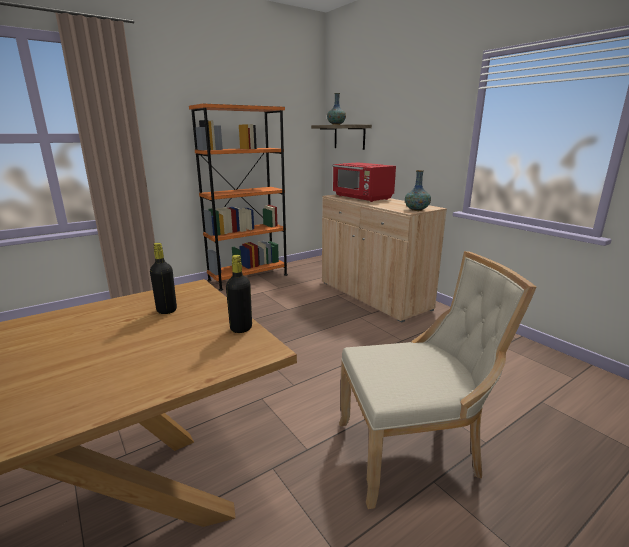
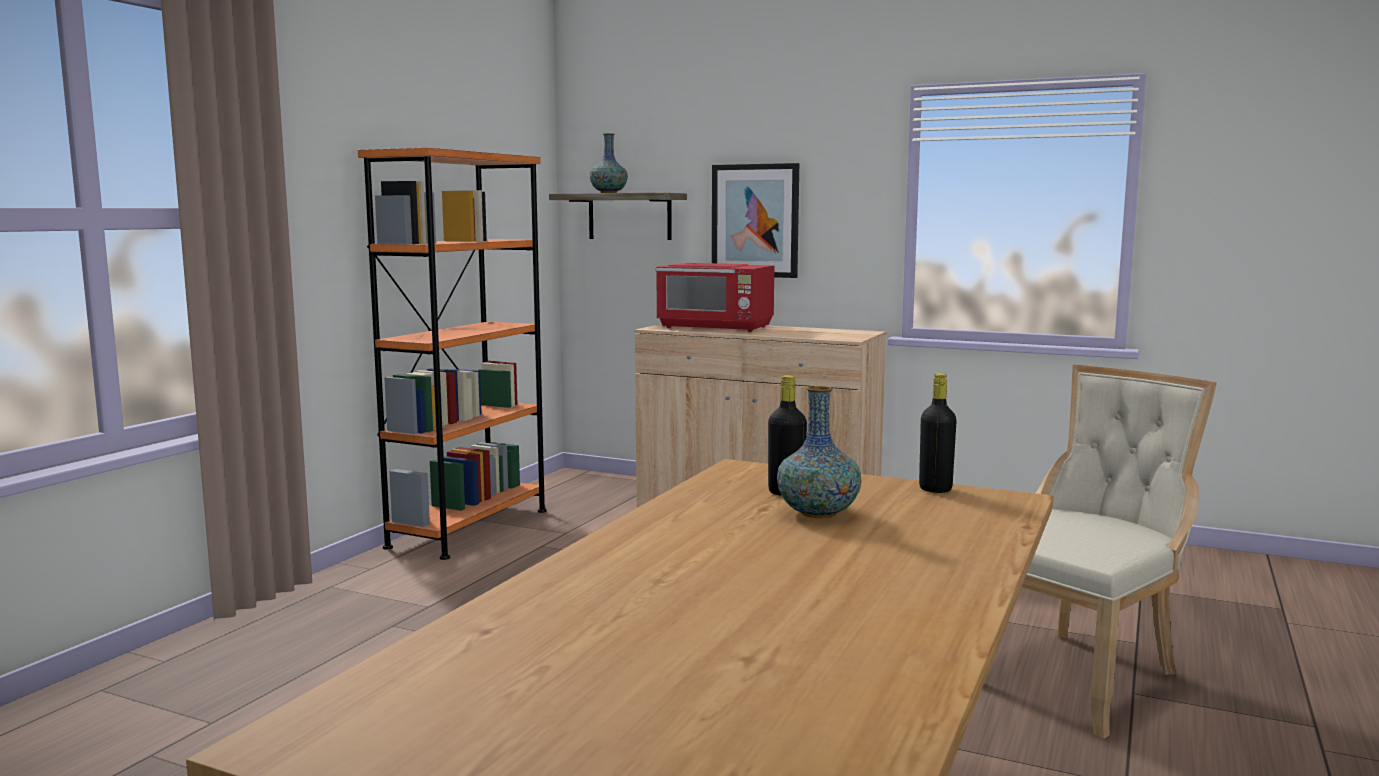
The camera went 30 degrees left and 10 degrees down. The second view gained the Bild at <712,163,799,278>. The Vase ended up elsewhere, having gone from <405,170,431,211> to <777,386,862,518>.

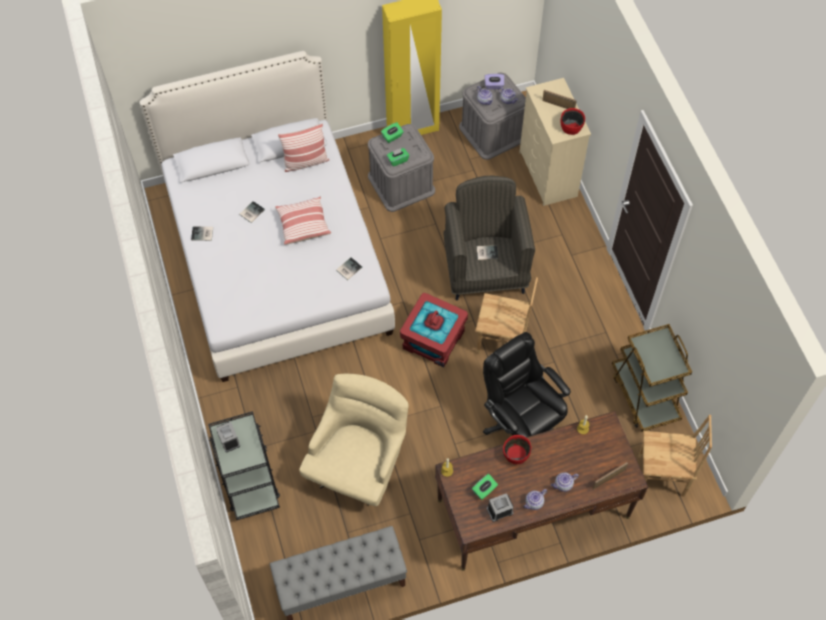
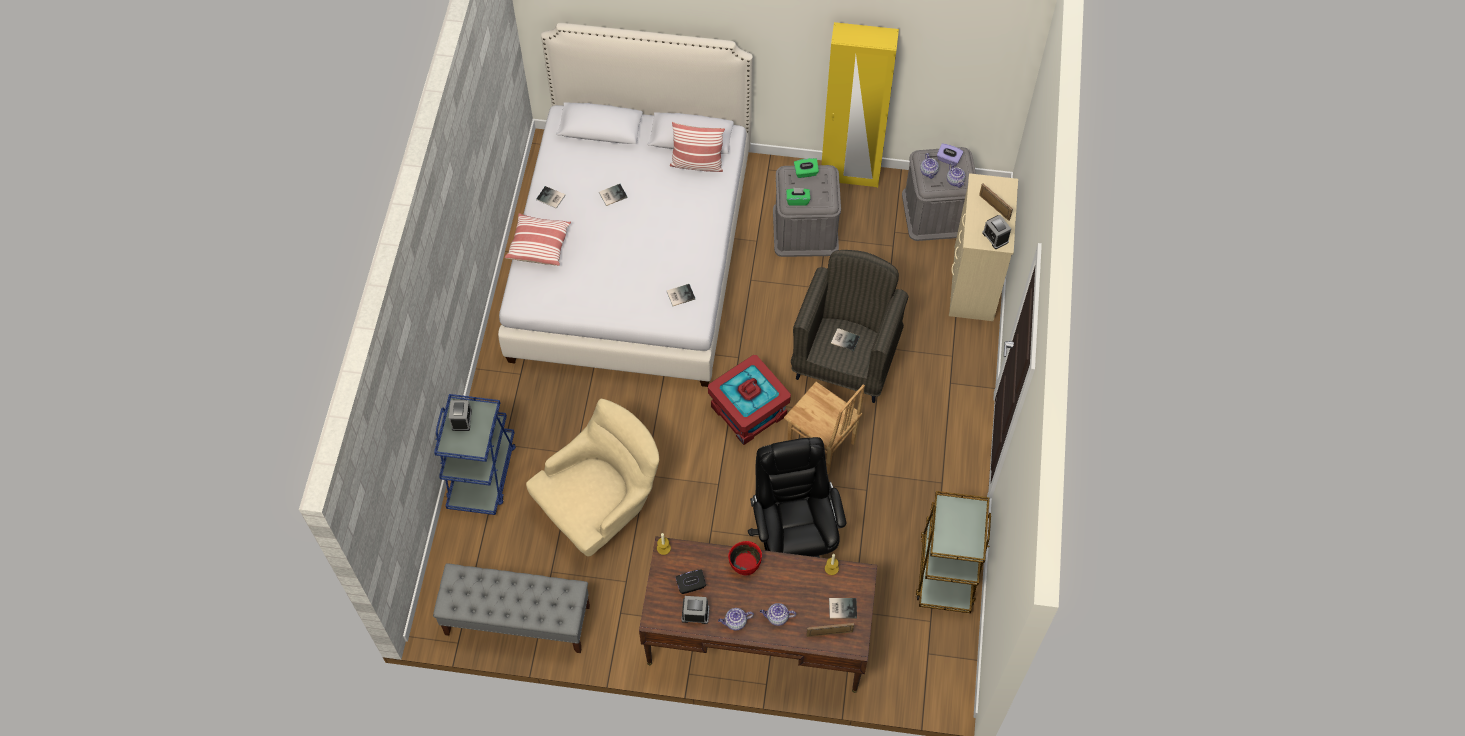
The camera went 25 degrees right and 0 degrees up. The second view lost the Stuhl [braun] at <639,415,712,497>. The second view gained the Buch at <829,598,857,618>. The Kissen ended up elsewhere, having gone from <275,197,331,245> to <505,213,571,266>. Where the Schüssel [rot] stood at <560,108,585,135>, the Wecker came to stand at <982,215,1011,249>. What was the Rollwagen [schwarz] at <208,411,280,520> turned into the Rollwagen [blau] at <434,394,516,515>. What was the Taschentuchbox [grün] at <472,474,498,500> turned into the Taschentuchbox [schwarz] at <676,570,706,594>.

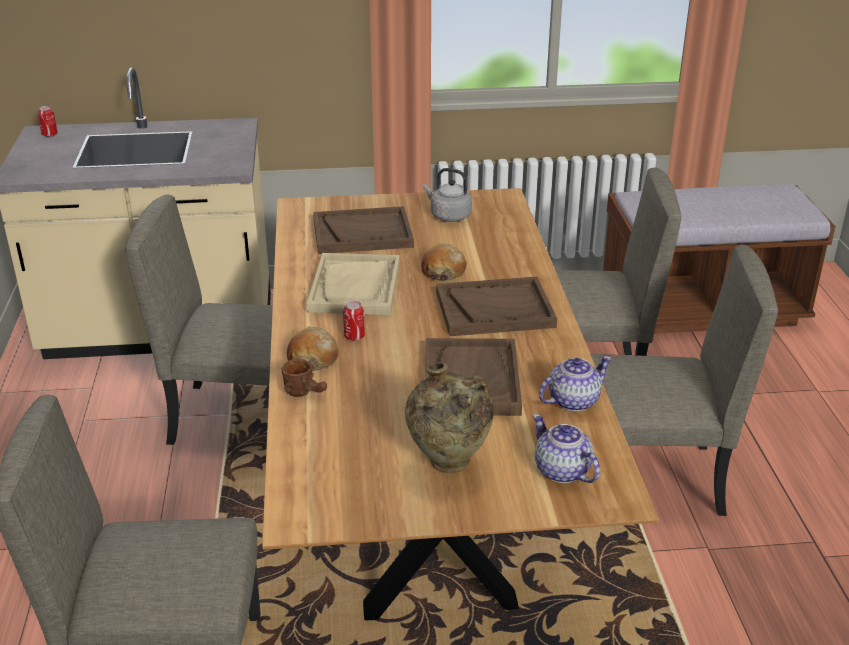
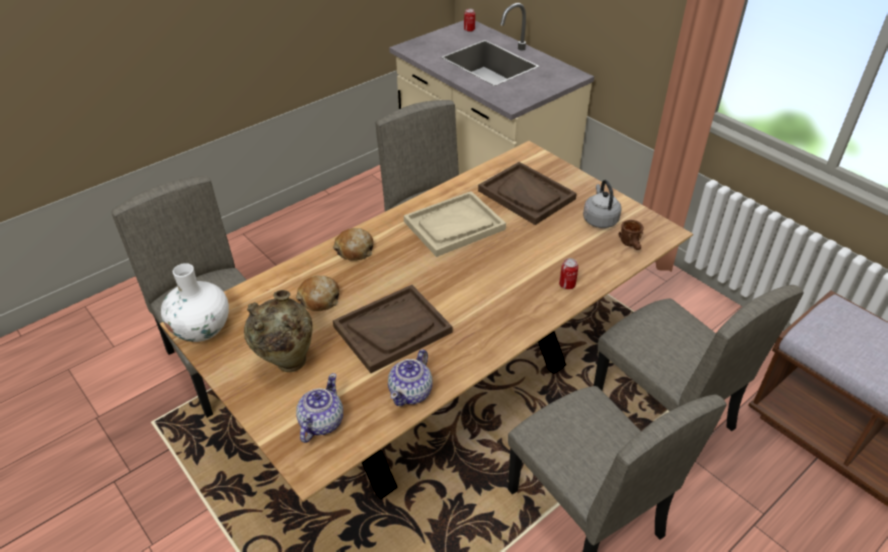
The camera went 55 degrees right and 10 degrees up. The second view lost the Tablett [braun] at <436,277,557,336>. The second view gained the Vase [weiß] at <161,263,229,342>. The Henkelbecher [braun] ended up elsewhere, having gone from <282,359,327,397> to <619,220,644,250>. The Dose ended up elsewhere, having gone from <343,301,365,341> to <559,258,578,289>. The Brot ended up elsewhere, having gone from <421,243,467,281> to <296,276,339,311>. The Teekanne at <539,356,612,411> ended up facing another way, 90 degrees clockwise from before.

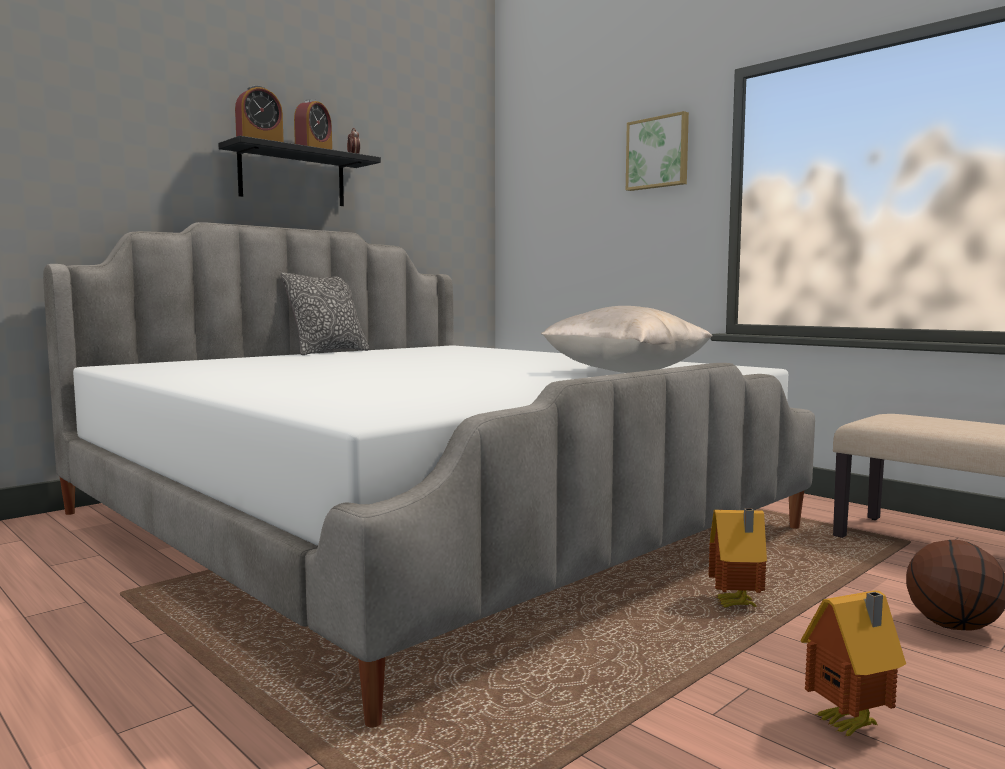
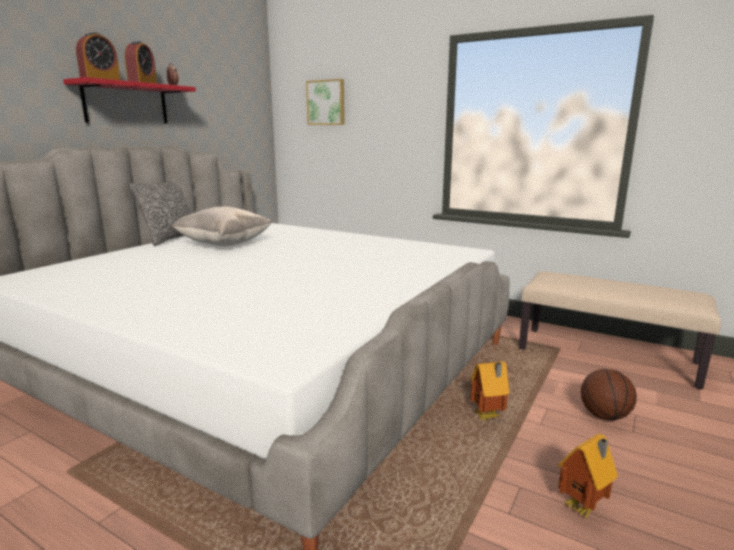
The camera went 15 degrees left and 10 degrees up. The Kissen [beige] ended up elsewhere, having gone from <541,306,712,373> to <171,207,272,246>. The Bild ended up elsewhere, having gone from <626,111,689,191> to <306,79,345,125>. What was the Wandregal [schwarz] at <218,136,381,206> turned into the Wandregal [rot] at <63,77,196,124>.

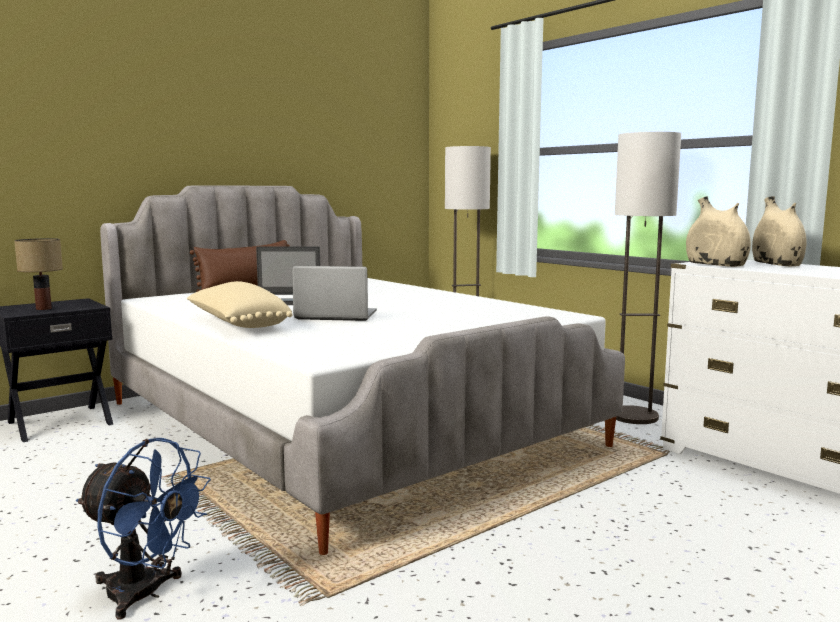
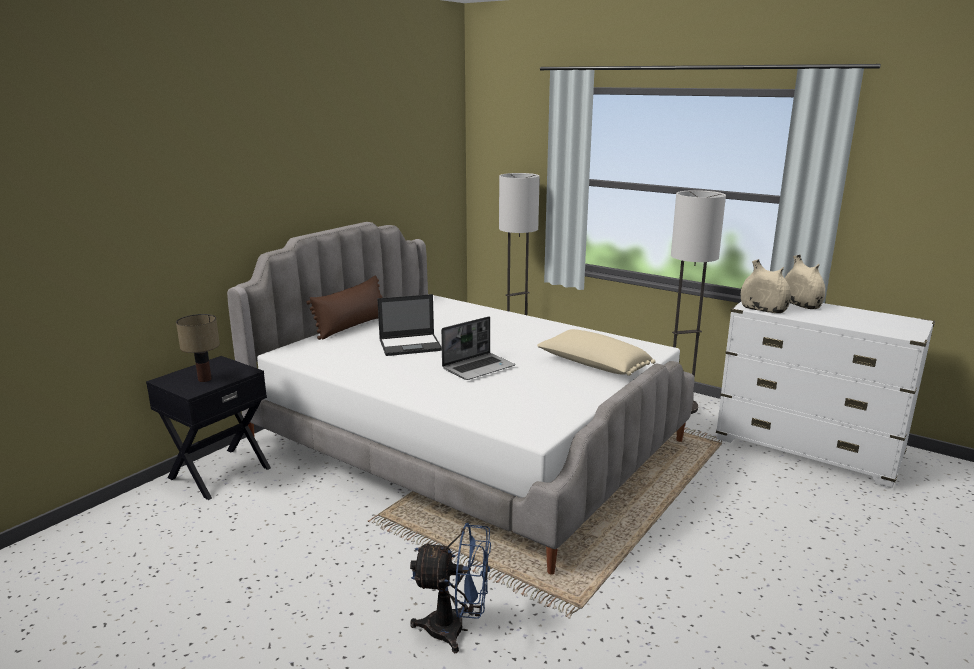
The camera went 15 degrees left and 10 degrees up. The Kissen [beige] ended up elsewhere, having gone from <187,281,293,328> to <537,329,656,376>. The Laptop at <292,266,377,321> ended up facing another way, 150 degrees clockwise from before.

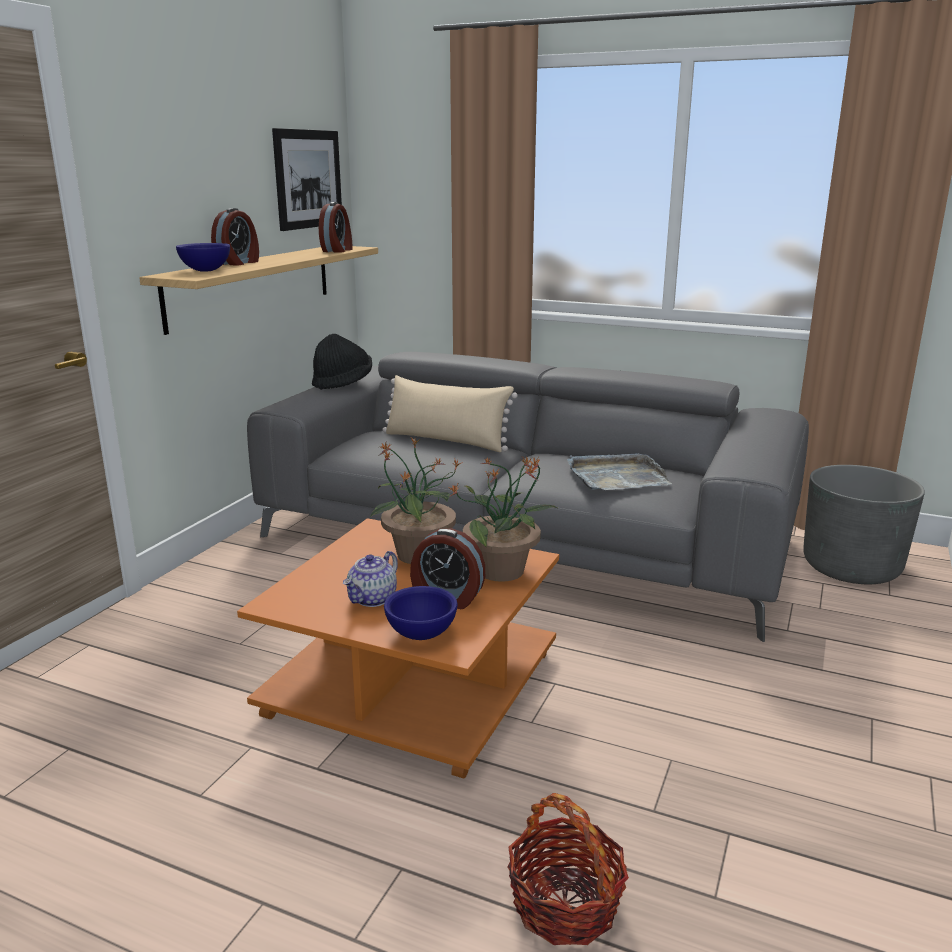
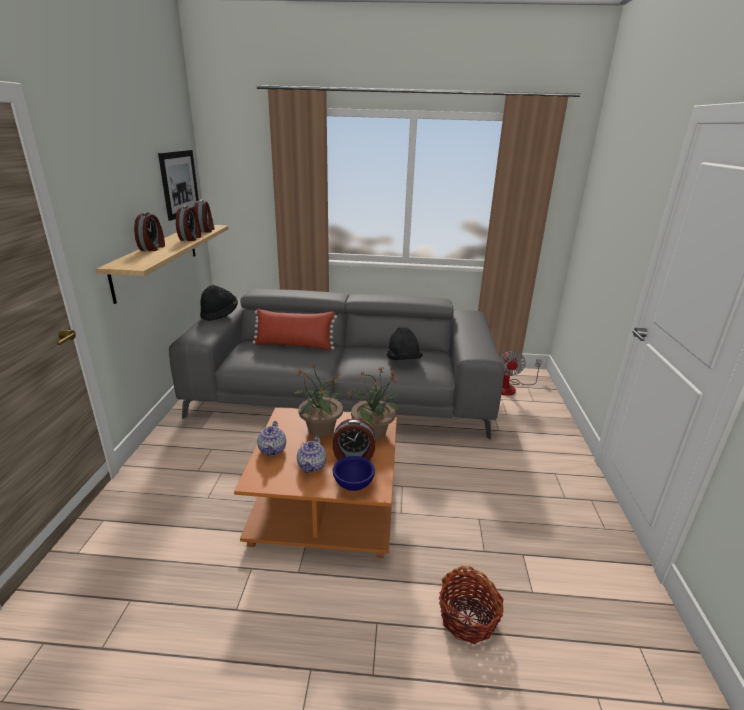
The camera went 20 degrees left and 5 degrees up. The second view lost the Schüssel [blau] at <176,243,230,272>. The second view gained the Wecker at <176,205,201,241>. The second view gained the Teekanne at <257,421,286,456>. Where the Tablett [grau] stood at <567,453,672,490>, the Hut [schwarz] came to stand at <387,326,423,360>. Where the Pflanzkübel [grau] stood at <803,465,925,584>, the Ventilator came to stand at <500,351,542,396>. What was the Kissen [beige] at <382,375,518,452> turned into the Kissen [rot] at <253,309,337,351>.

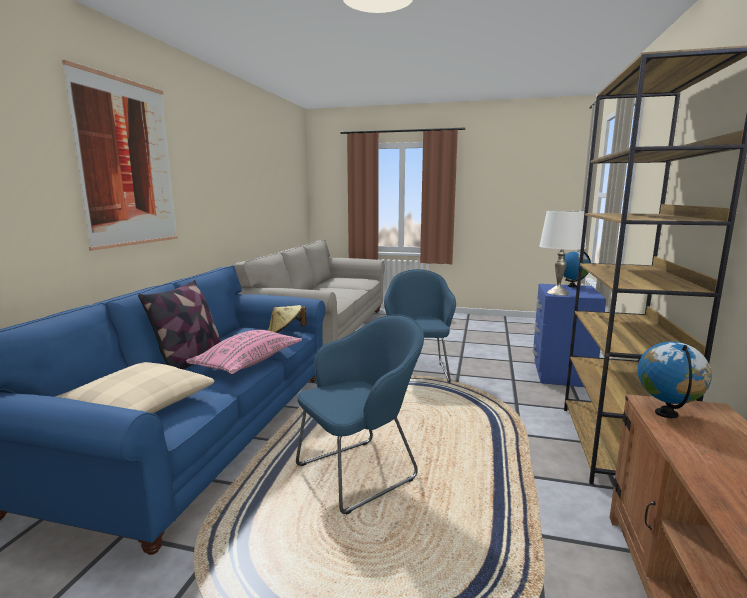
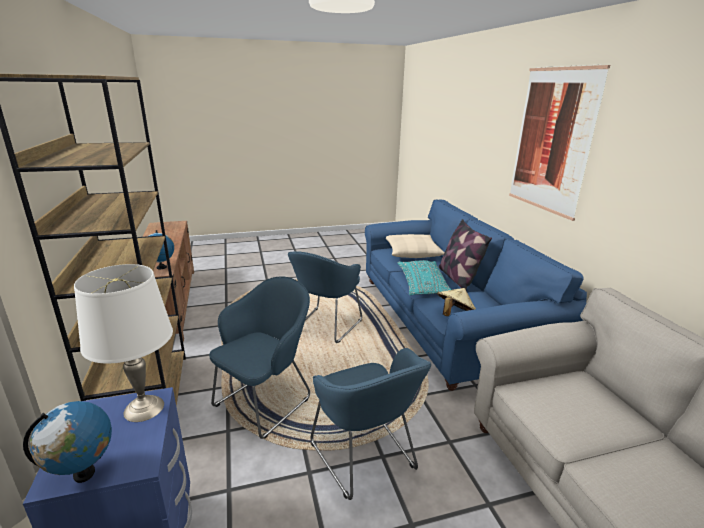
The camera went 150 degrees right and 10 degrees up. The second view gained the Sessel [blau] at <209,277,310,440>. What was the Kissen [rosa] at <186,330,302,374> turned into the Kissen [türkis] at <398,260,451,295>.

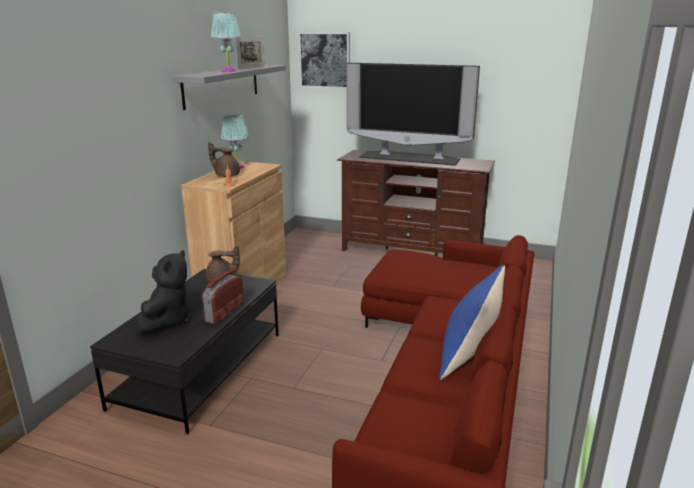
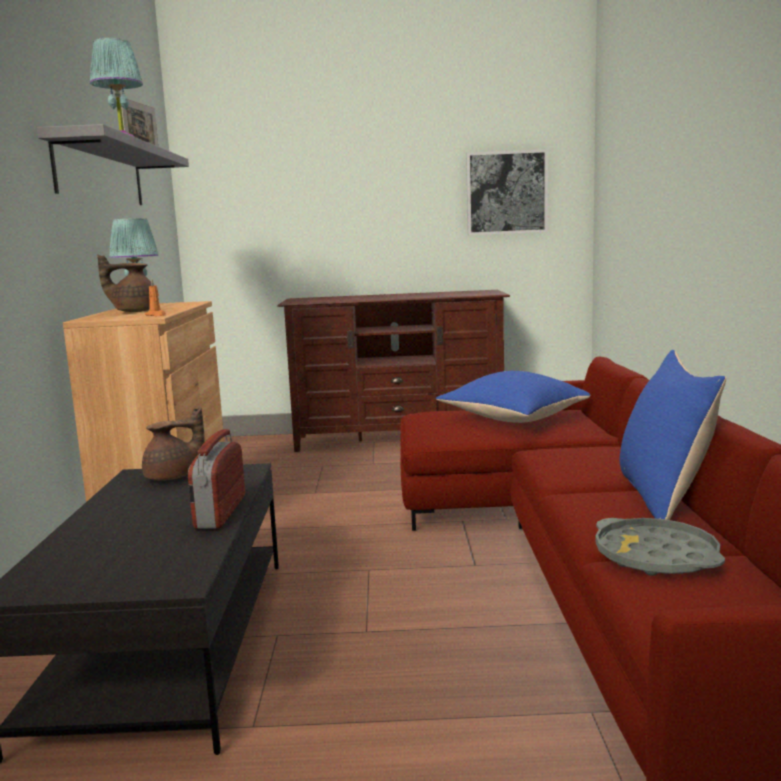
The camera went 20 degrees left and 10 degrees down. The second view lost the Plüschtier [schwarz] at <135,250,190,334>. The second view lost the Fernseher at <346,63,480,166>. The second view gained the Kissen [blau] at <436,371,590,423>. The second view gained the Tablett [grau] at <595,518,725,576>. The Bild ended up elsewhere, having gone from <298,32,350,89> to <466,149,548,235>.

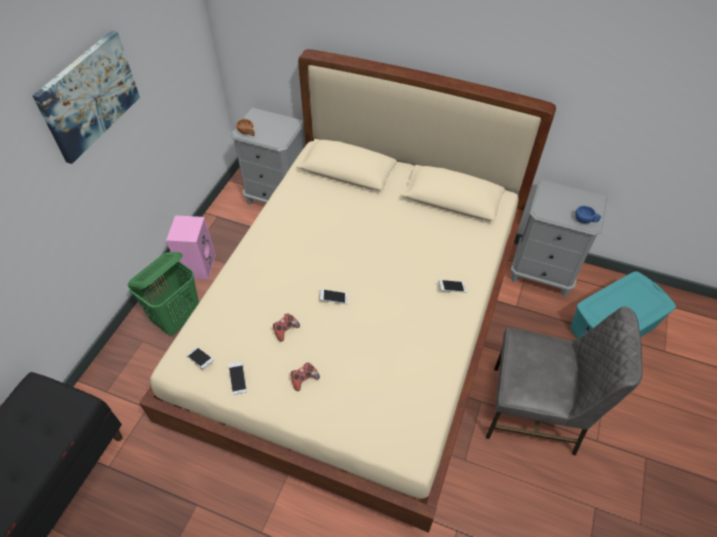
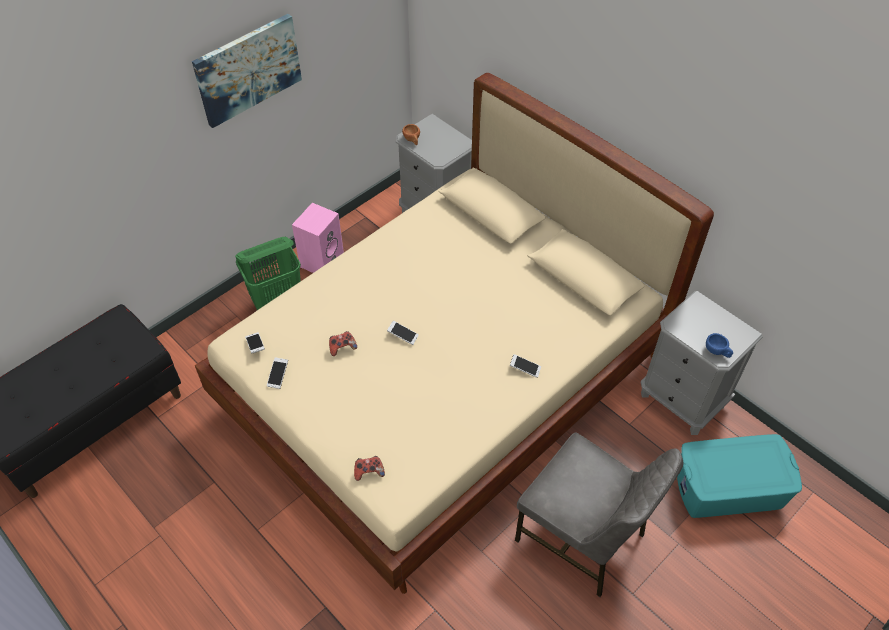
The camera went 25 degrees right and 0 degrees up. The Gamepad ended up elsewhere, having gone from <291,363,320,391> to <354,456,385,481>.

